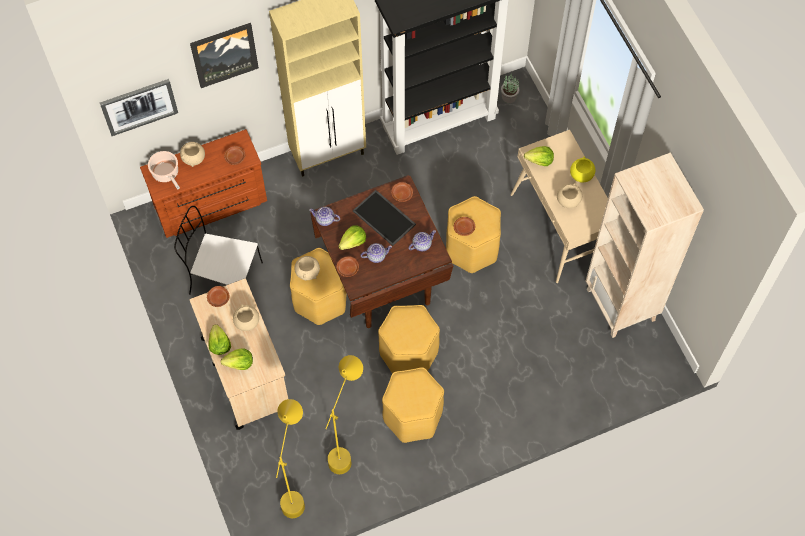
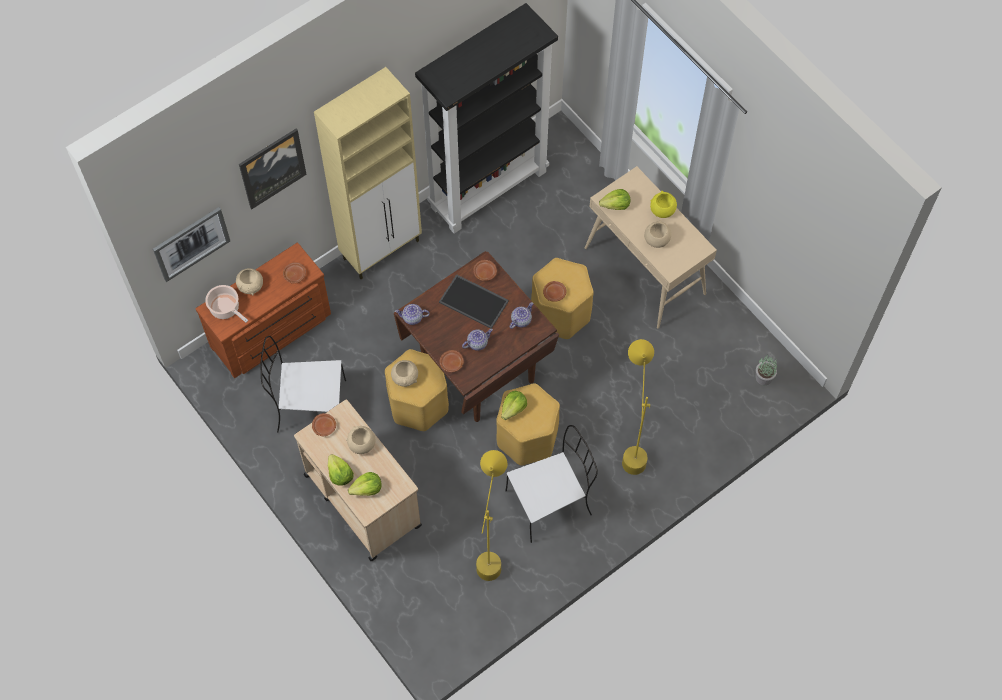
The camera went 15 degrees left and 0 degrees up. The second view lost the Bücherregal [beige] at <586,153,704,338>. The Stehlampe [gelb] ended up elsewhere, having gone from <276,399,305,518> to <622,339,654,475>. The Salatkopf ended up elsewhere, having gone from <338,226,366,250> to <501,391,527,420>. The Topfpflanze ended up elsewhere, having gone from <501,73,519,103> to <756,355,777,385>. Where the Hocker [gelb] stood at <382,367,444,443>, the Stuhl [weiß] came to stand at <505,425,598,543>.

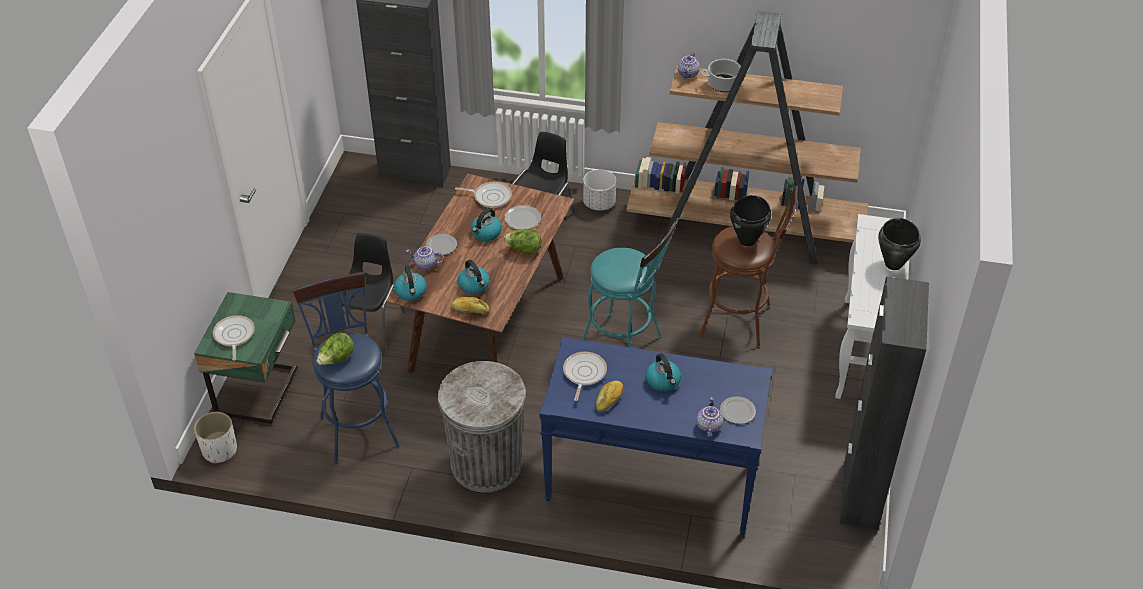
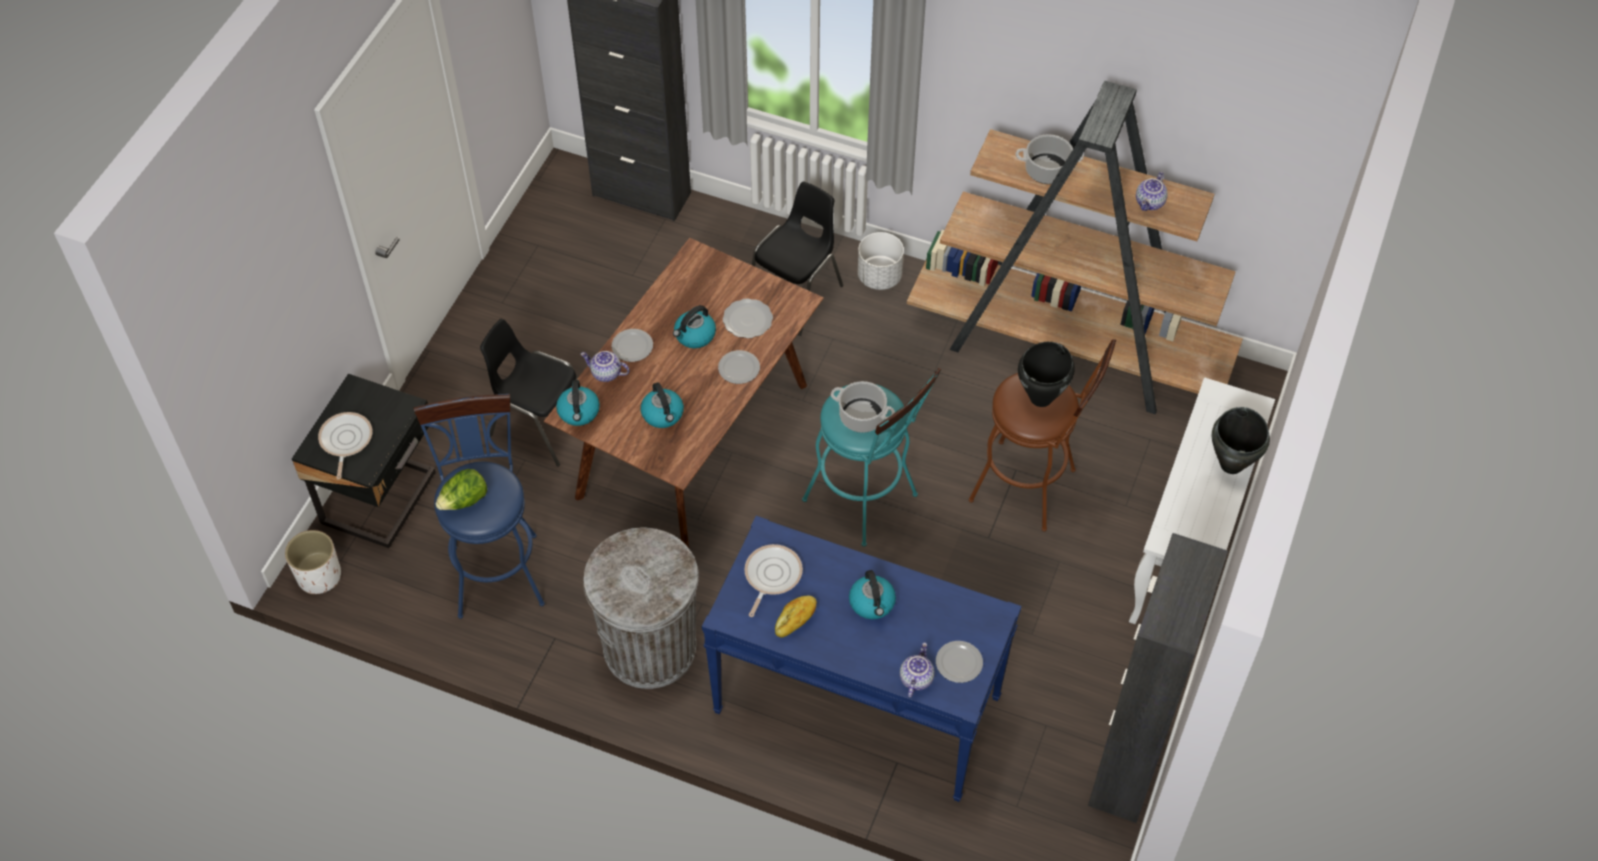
The camera went 10 degrees right and 10 degrees up. The second view lost the Brot at <451,297,490,314>. The second view lost the Pfanne at <455,182,512,208>. The second view gained the Kochtopf at <831,381,895,433>. The Teekanne ended up elsewhere, having gone from <678,52,700,78> to <1136,172,1168,211>. Where the Salatkopf stood at <504,229,541,254>, the Teller came to stand at <718,350,760,384>. What was the Nachttisch [grün] at <194,292,298,424> turned into the Nachttisch [schwarz] at <292,374,436,548>. The Stuhl [schwarz] at <333,233,405,355> ended up facing another way, 90 degrees counterclockwise from before.

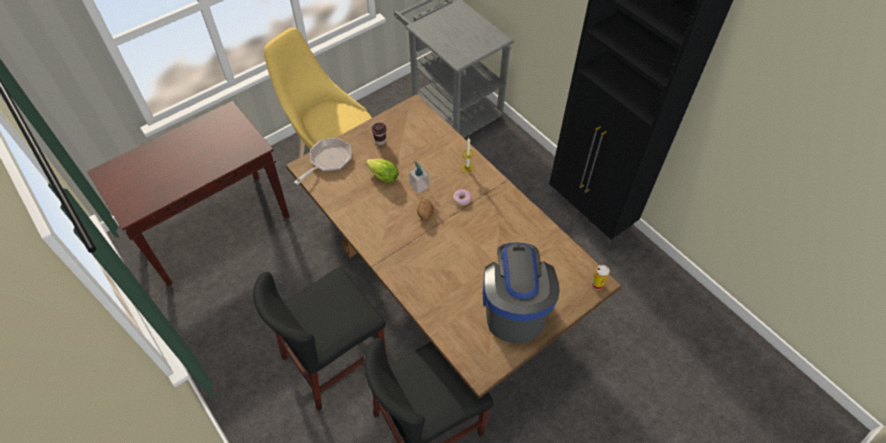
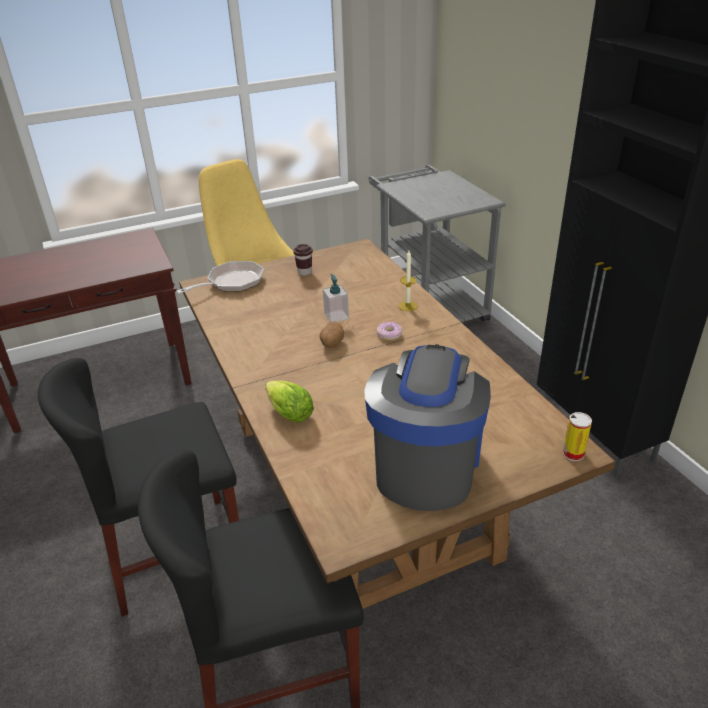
The camera went 15 degrees right and 20 degrees down. The Salatkopf ended up elsewhere, having gone from <366,159,399,183> to <265,381,314,422>.

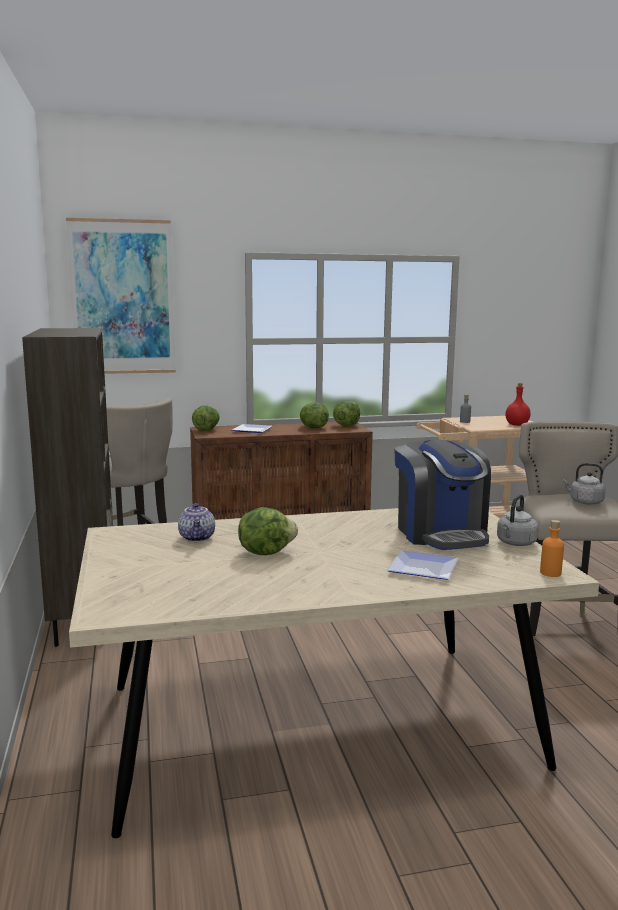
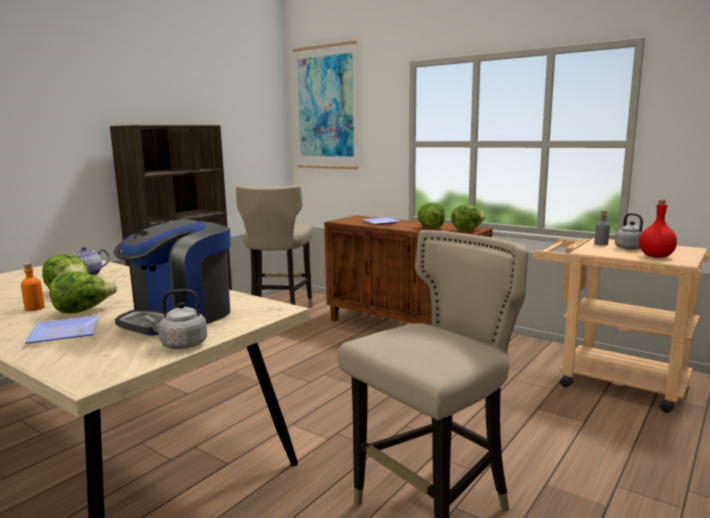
The camera went 50 degrees right and 0 degrees up. The Salatkopf ended up elsewhere, having gone from <192,405,220,431> to <50,272,118,314>. The Flasche [orange] ended up elsewhere, having gone from <540,520,564,577> to <21,263,45,311>. The Wasserkessel [grau] ended up elsewhere, having gone from <562,463,606,505> to <615,213,643,250>.

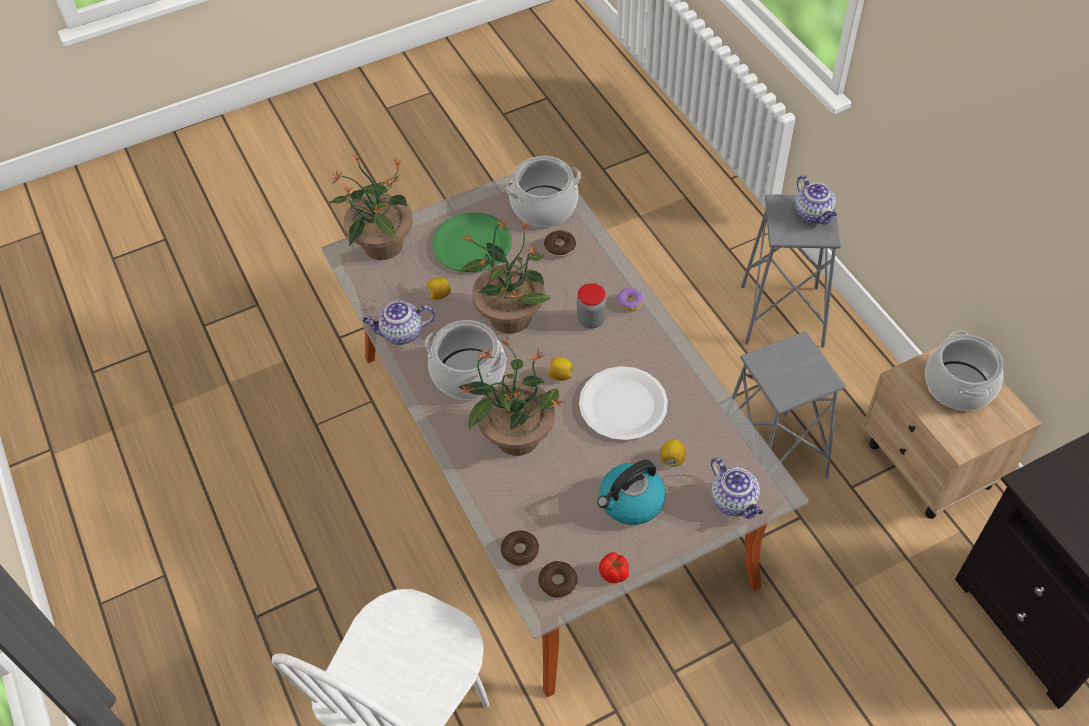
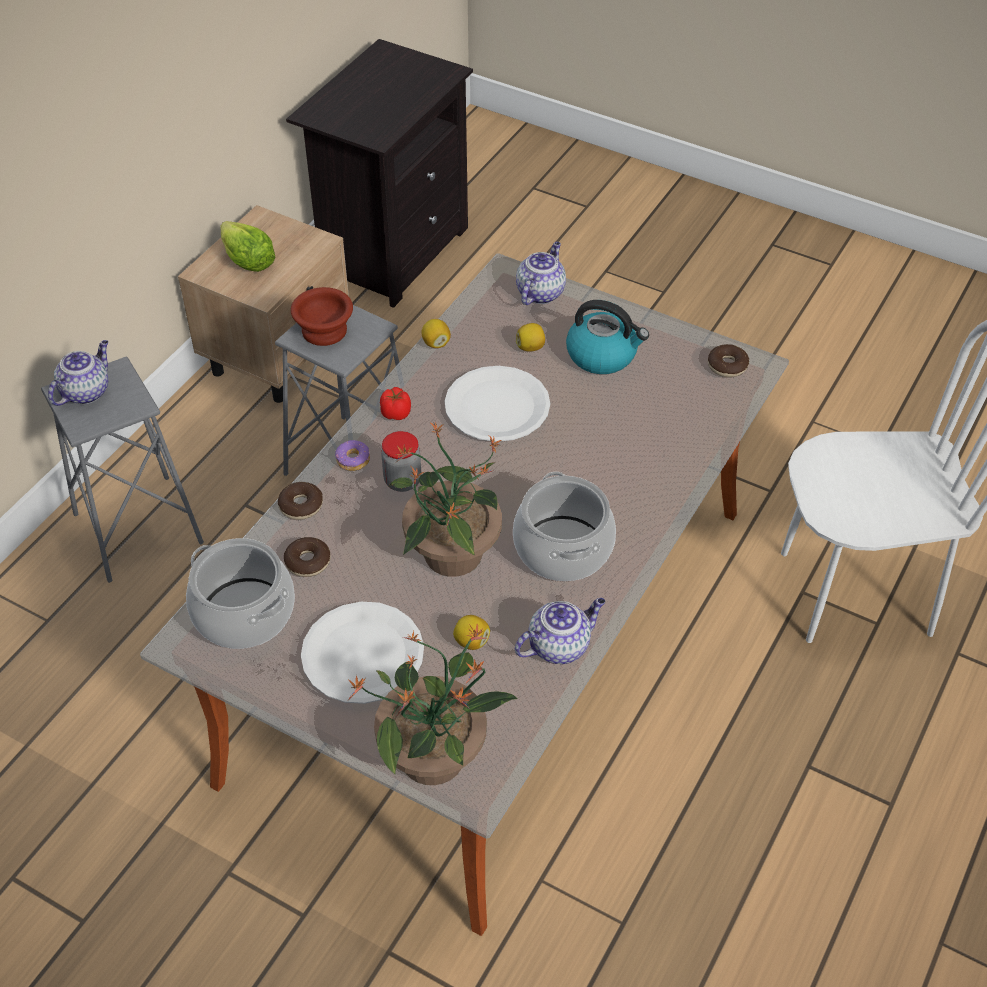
The camera went 125 degrees left and 5 degrees down. The second view lost the Topfpflanze at <459,337,567,456>. The second view gained the Schüssel [braun] at <291,287,353,346>. The Donut ended up elsewhere, having gone from <501,531,539,567> to <278,482,323,520>. The Zitrone ended up elsewhere, having gone from <548,357,573,381> to <421,319,451,348>. The Tomate ended up elsewhere, having gone from <599,552,629,583> to <380,387,411,420>. Where the Kochtopf stood at <925,331,1003,411>, the Salatkopf came to stand at <220,221,276,272>. What was the Teller [grün] at <432,212,512,272> turned into the Teller [weiß] at <301,602,424,704>. The Teekanne at <362,301,435,345> ended up facing another way, 75 degrees counterclockwise from before.

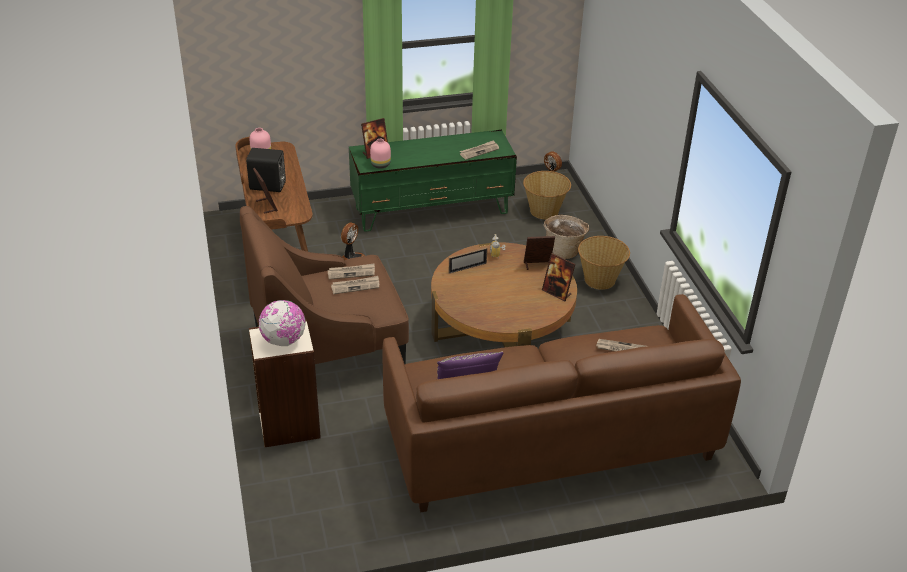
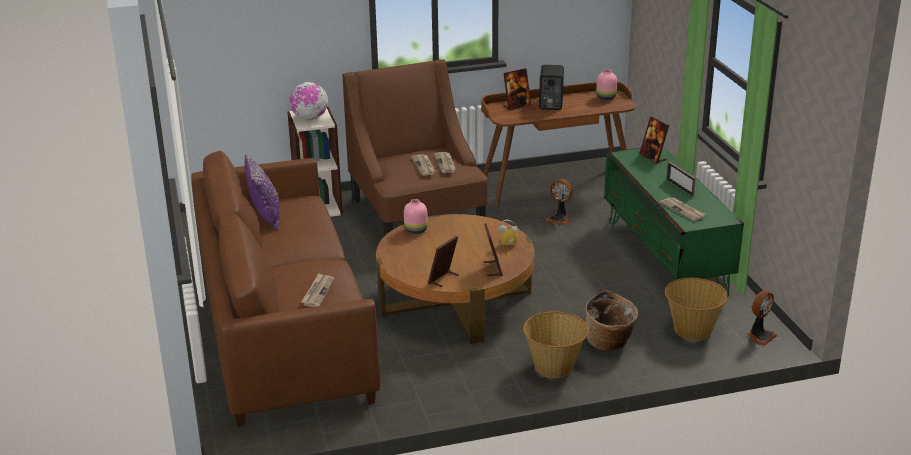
The camera went 90 degrees right and 10 degrees down. The Vase [rosa] ended up elsewhere, having gone from <370,139,391,169> to <404,199,428,234>. The Bilderrahmen ended up elsewhere, having gone from <449,247,487,274> to <667,161,696,197>.

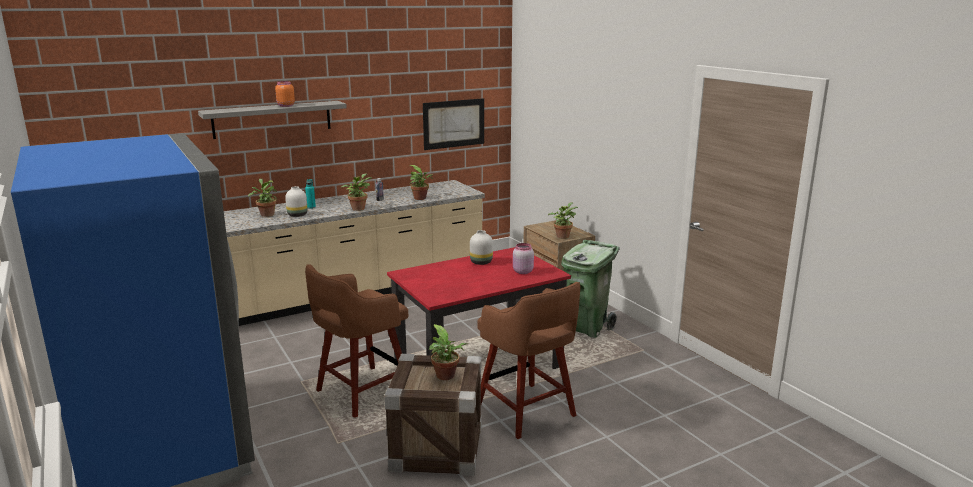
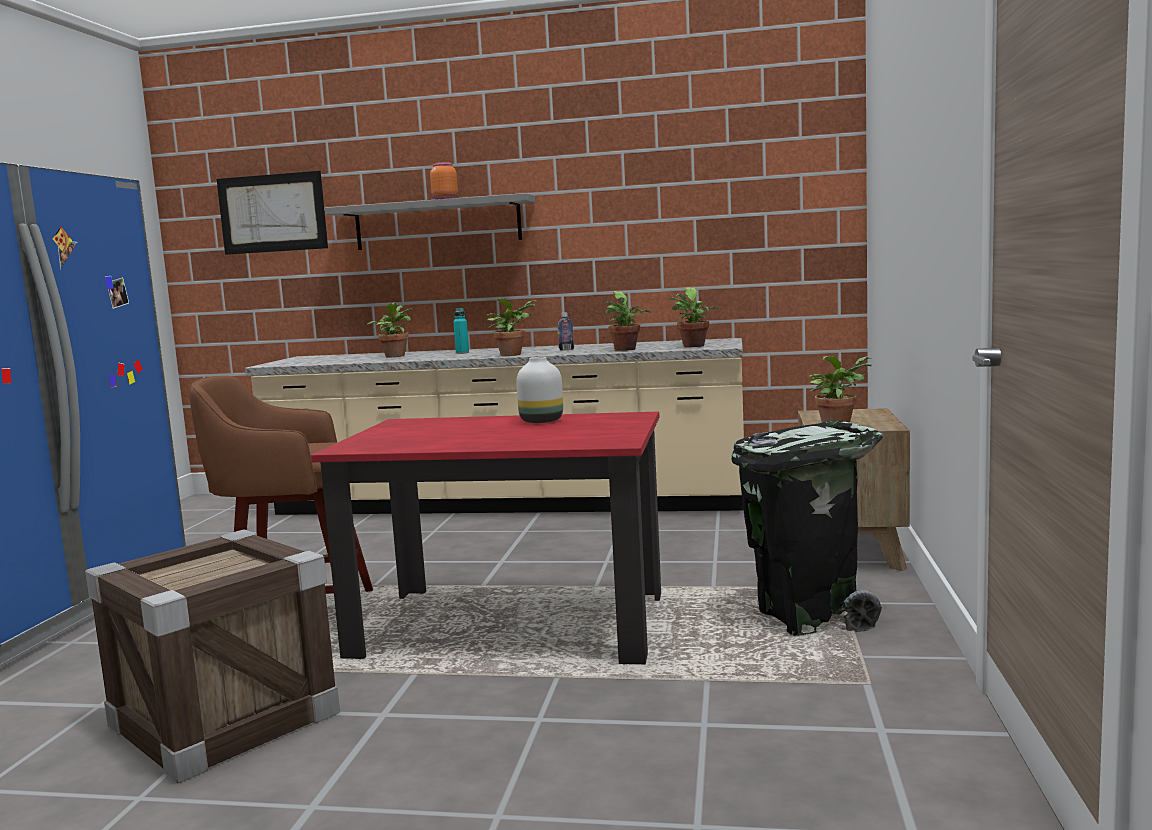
The camera went 40 degrees right and 10 degrees down. The second view lost the Vase [weiß] at <285,186,307,217>. The second view lost the Hocker [braun] at <477,282,580,439>. The second view lost the Vorratsglas [rosa] at <513,243,534,274>. The Bild ended up elsewhere, having gone from <423,98,484,150> to <217,171,328,255>. The Topfpflanze ended up elsewhere, having gone from <429,324,469,380> to <668,287,720,347>. What was the Mülleimer [grün] at <561,240,620,338> turned into the Mülleimer [schwarz] at <732,421,883,636>.

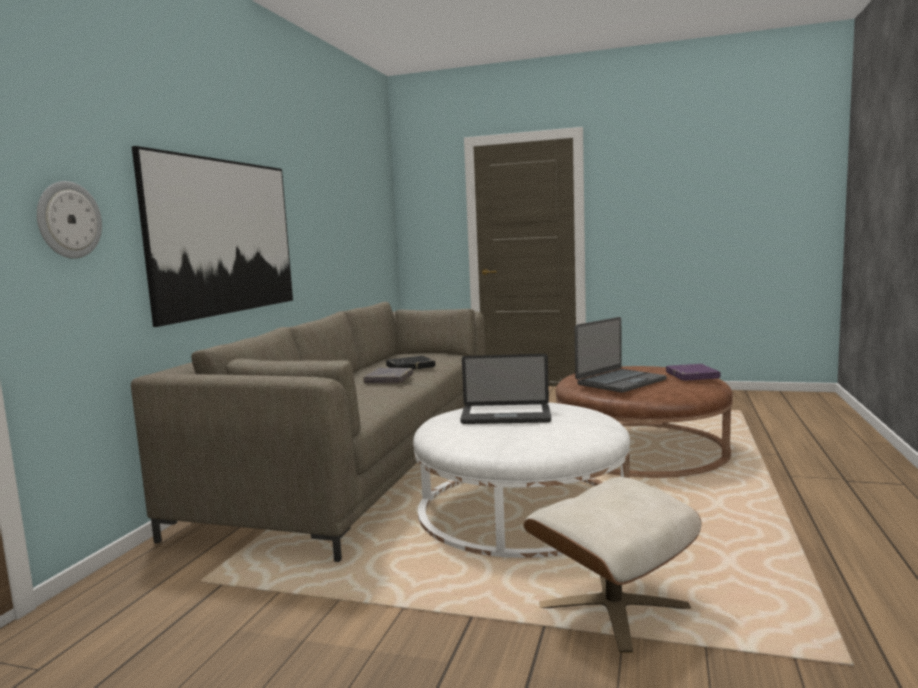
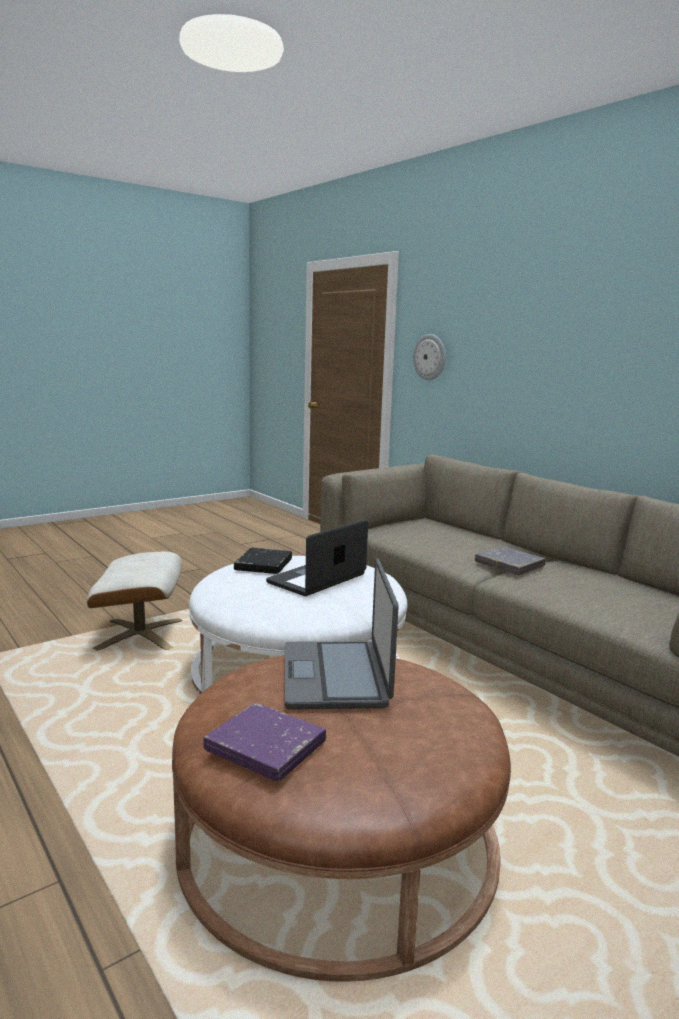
The camera went 125 degrees right and 5 degrees up. The second view lost the Bild at <132,146,293,327>. The Buch [schwarz] ended up elsewhere, having gone from <386,356,435,370> to <234,548,292,574>.

